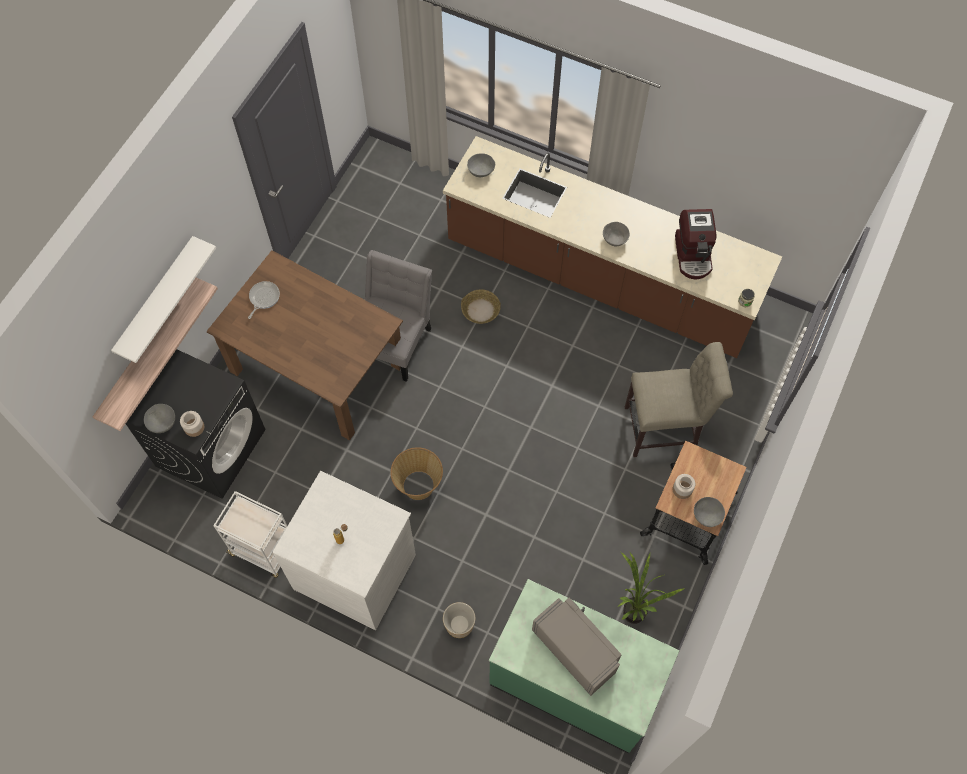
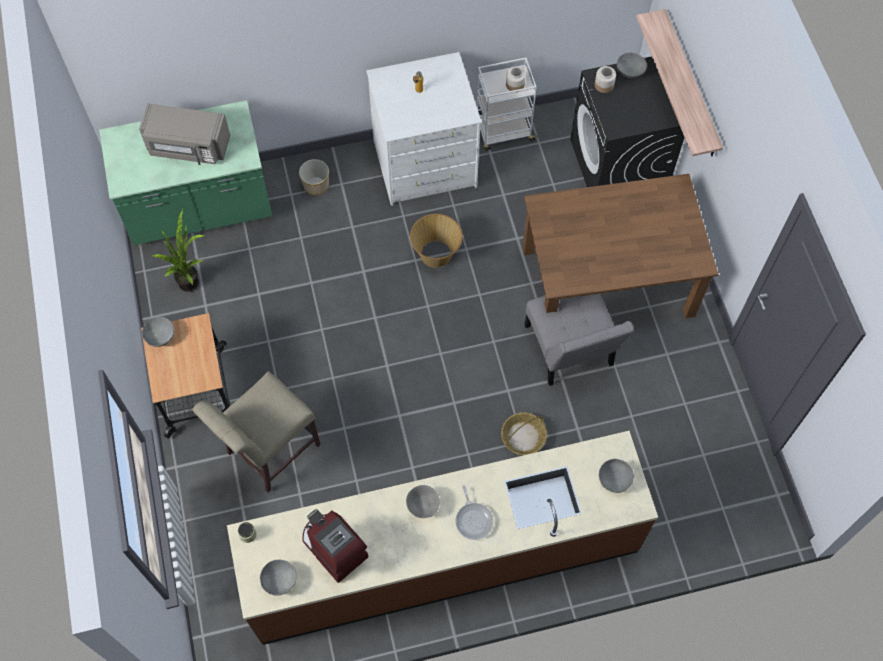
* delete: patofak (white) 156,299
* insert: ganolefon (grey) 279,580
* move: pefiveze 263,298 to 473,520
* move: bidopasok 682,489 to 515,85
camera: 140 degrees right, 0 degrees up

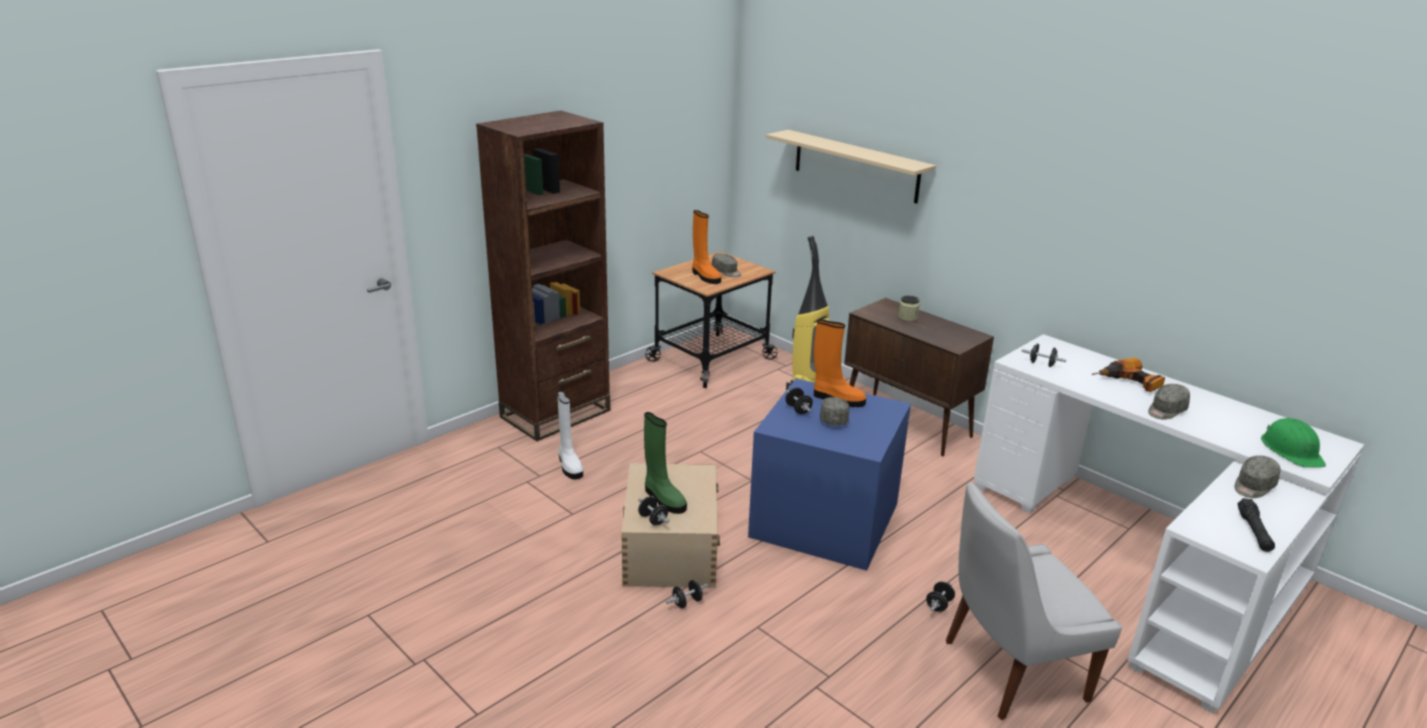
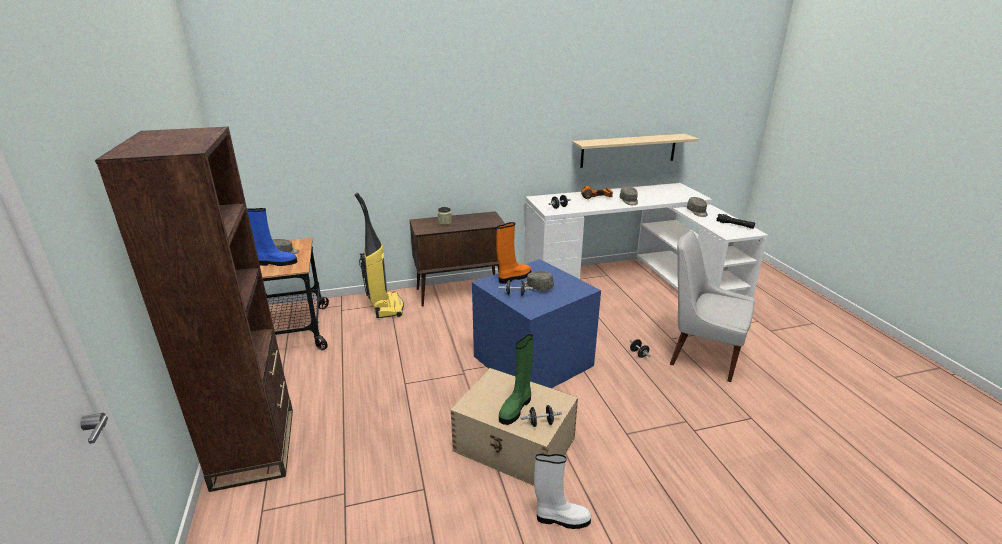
* delete: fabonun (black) 687,602
* delete: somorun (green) 1291,450
* move: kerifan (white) 569,466 to 561,519
* move: patofak (beige) 855,166 to 628,150
* recolor: kerifan (orange) 705,276 to kerifan (blue) 276,263
* rotate: kerifan (green) 663,499 = 516,408 135 degrees clockwise
* rotate: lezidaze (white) 1009,671 = 701,355 105 degrees clockwise
camera: 60 degrees left, 0 degrees up

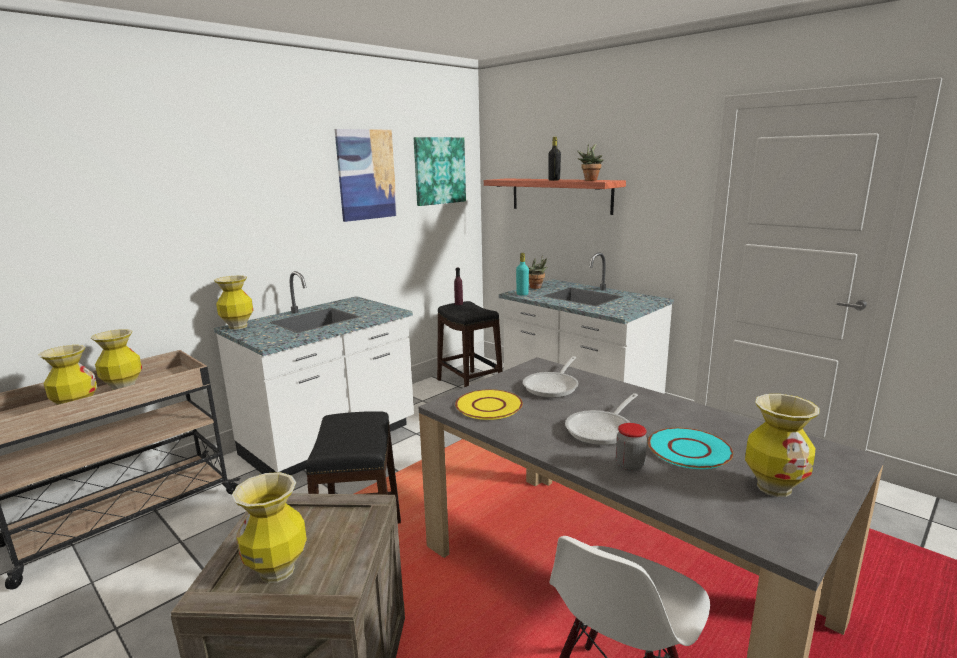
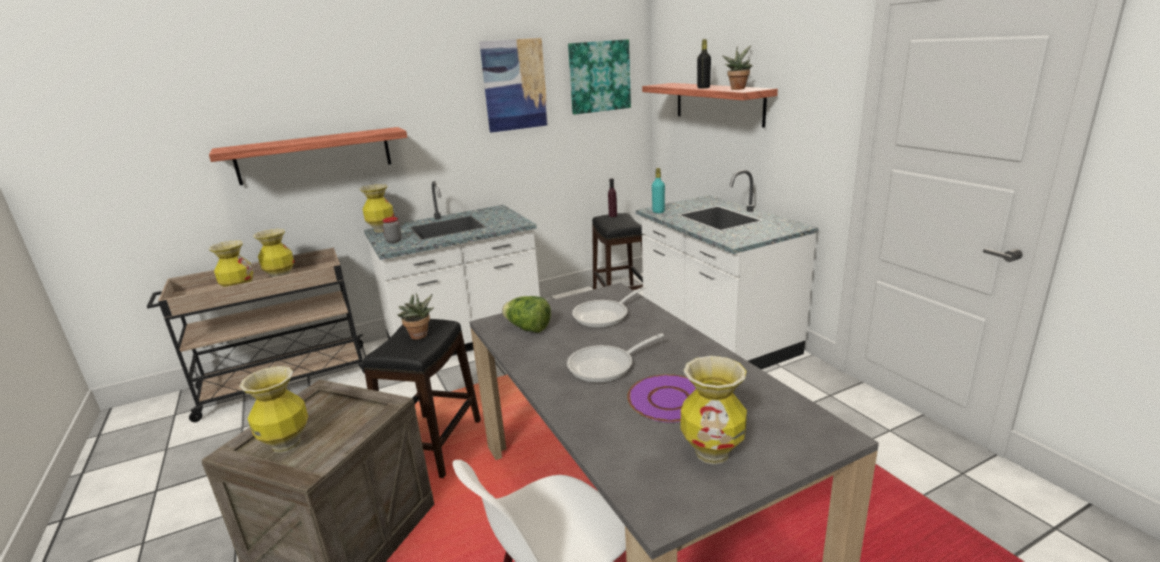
* insert: patofak 314,155
* move: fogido 537,287 to 419,336
* move: bidopasok 629,465 to 394,241
* replace: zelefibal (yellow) 489,406 to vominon 528,328
* recolor: zelefibal (turquoise) 689,450 to zelefibal (purple) 669,400
camera: 20 degrees right, 5 degrees up

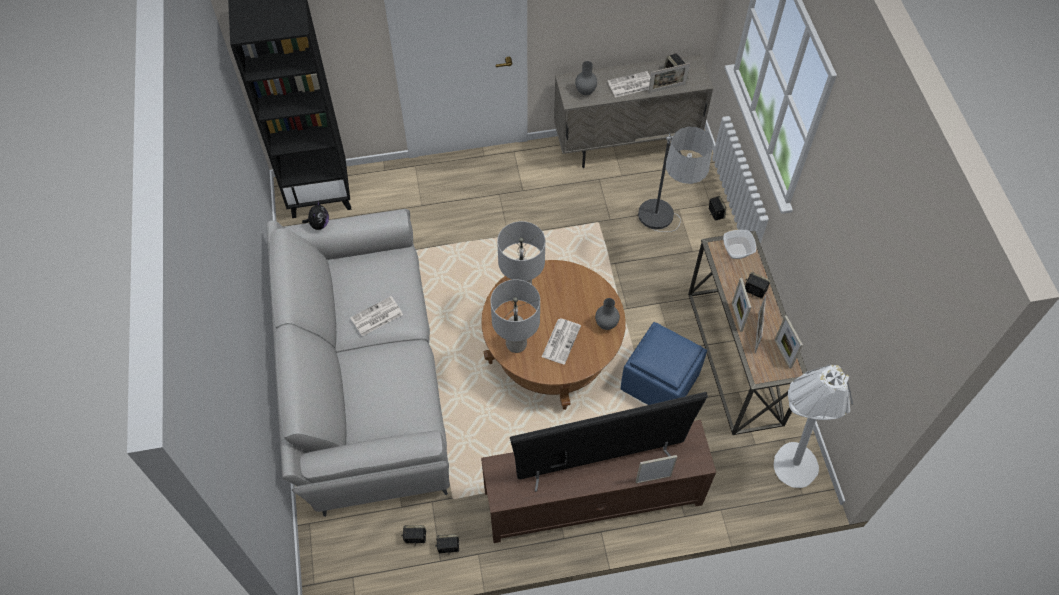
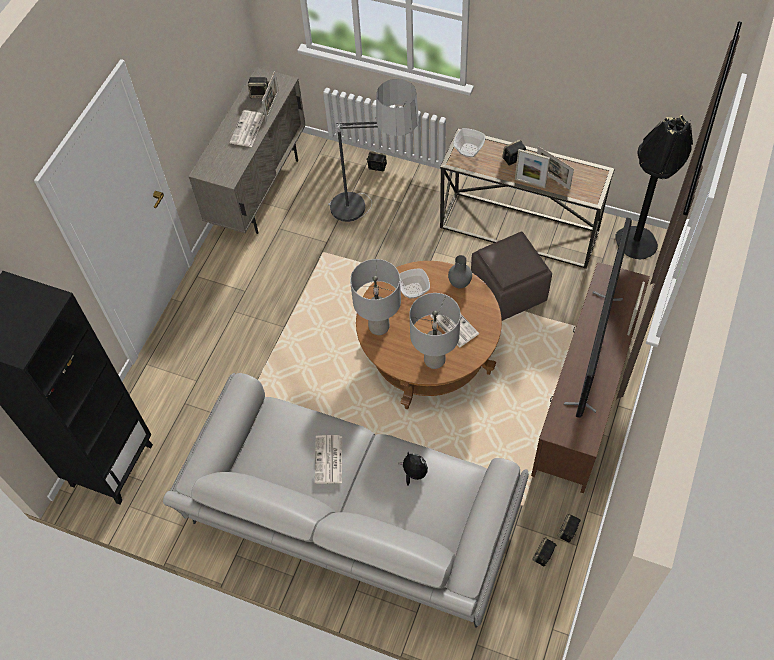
* delete: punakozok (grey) 585,92
* delete: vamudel 783,354
* insert: ganolefon 414,291
* move: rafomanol 319,224 to 414,473
* recolor: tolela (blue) 660,383 to tolela (brown) 509,291
* recolor: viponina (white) 784,467 to viponina (black) 633,250
camera: 55 degrees left, 0 degrees up

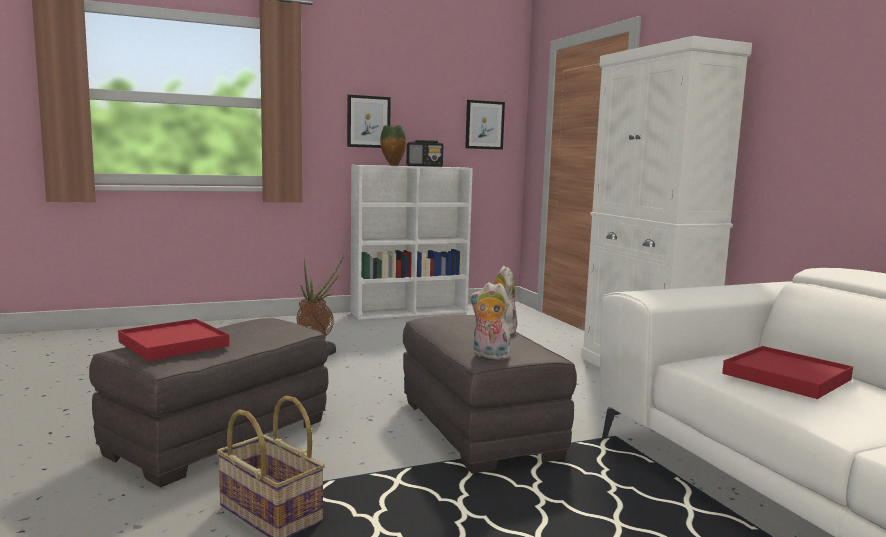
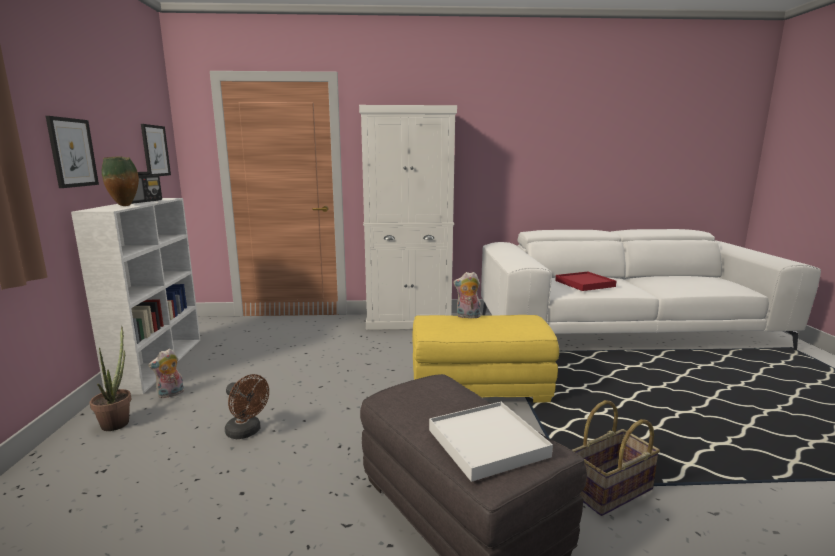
* move: rafomanol 489,356 to 170,394
* recolor: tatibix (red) 174,344 to tatibix (white) 487,443
* recolor: tolela (grey) 480,429 to tolela (yellow) 480,387
camera: 70 degrees left, 5 degrees up

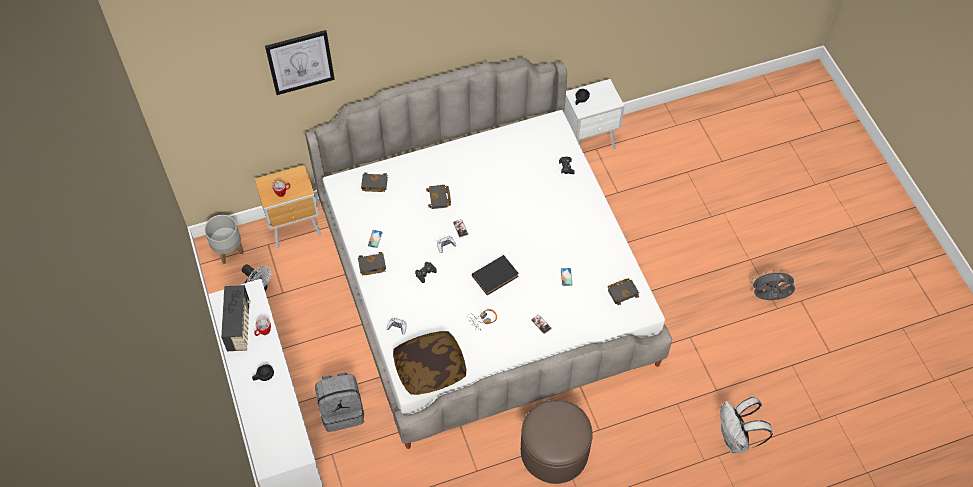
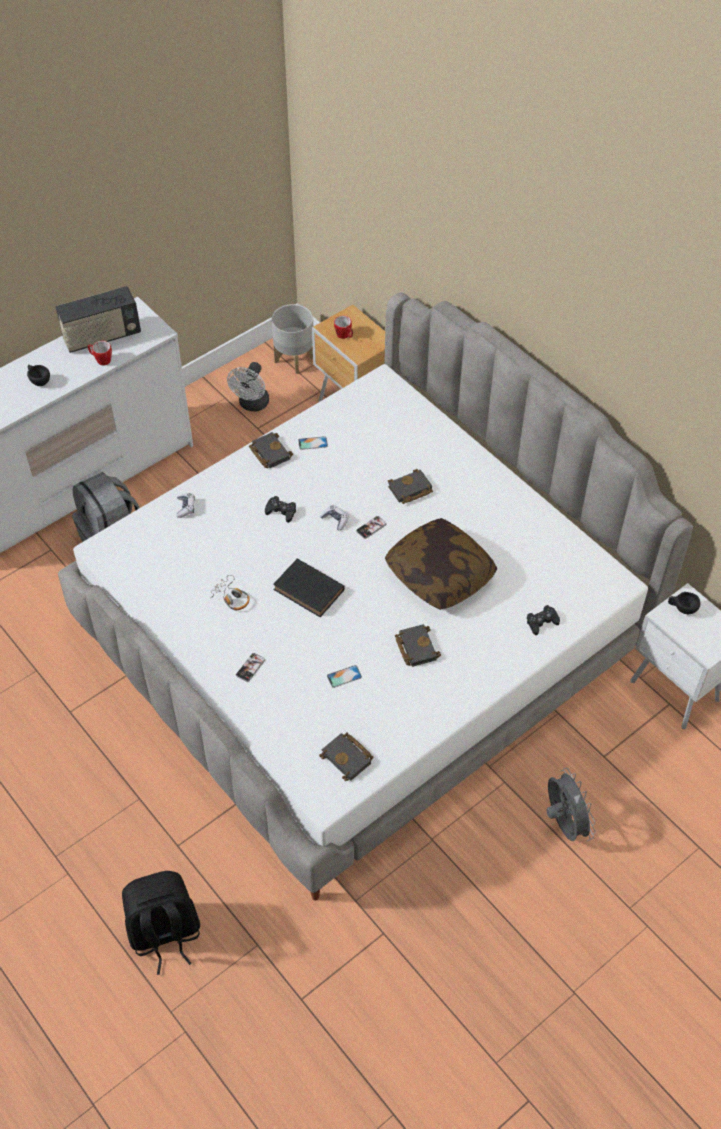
* delete: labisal 300,62
* delete: tolela (brown) 554,451
* delete: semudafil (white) 736,439
* insert: semudafil (black) 164,934
* move: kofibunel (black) 373,184 to 415,647
* move: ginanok 430,368 to 440,574
* move: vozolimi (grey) 769,297 to 563,823
camera: 70 degrees right, 5 degrees down

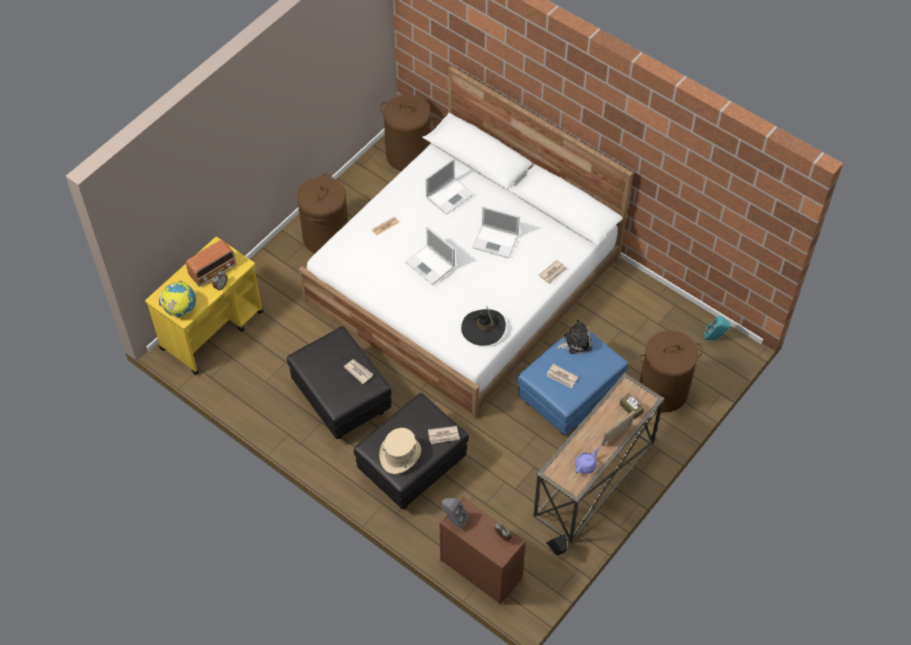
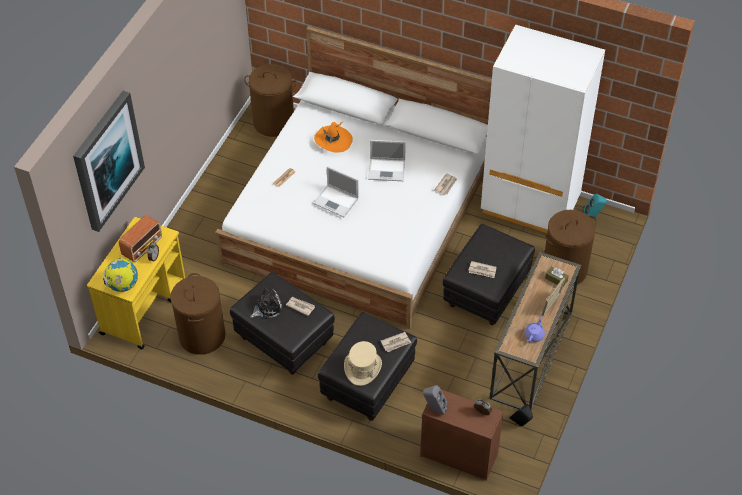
* delete: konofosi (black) 483,328
* insert: labisal 107,160
* insert: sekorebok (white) 530,205
* move: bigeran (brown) 326,237 to 201,336
* move: rafomanol 575,342 to 267,307
* replace: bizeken 450,195 to konofosi (orange) 333,140
* recolor: tolela (blue) 569,396 to tolela (black) 486,292
camera: 15 degrees left, 5 degrees down

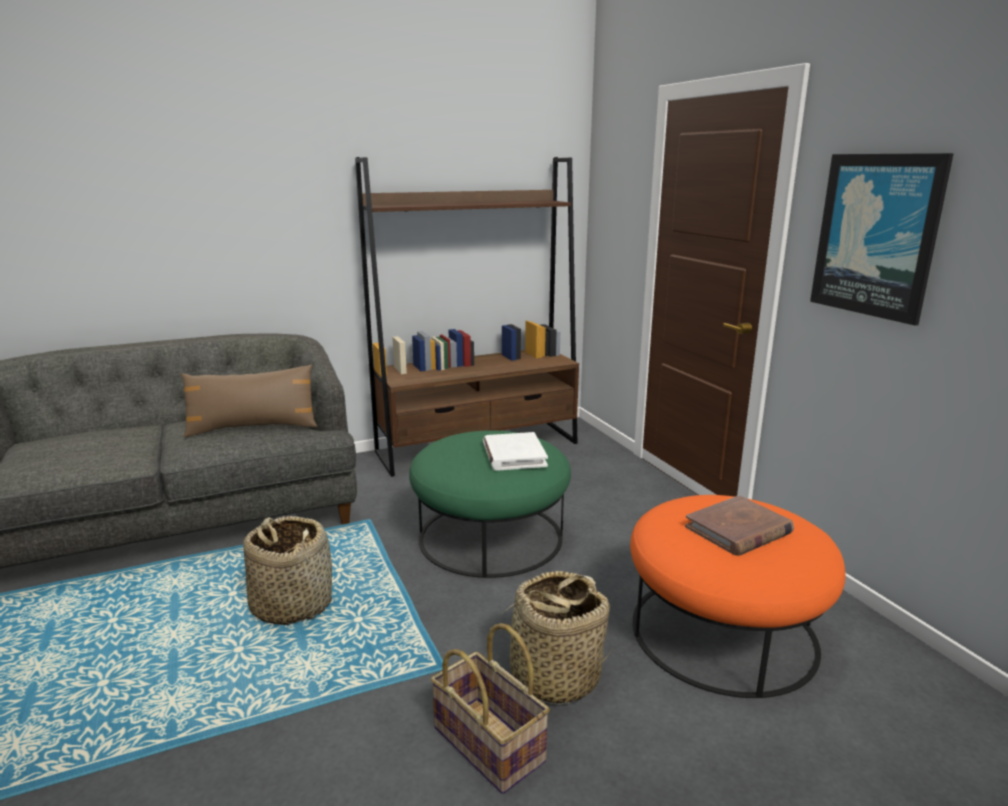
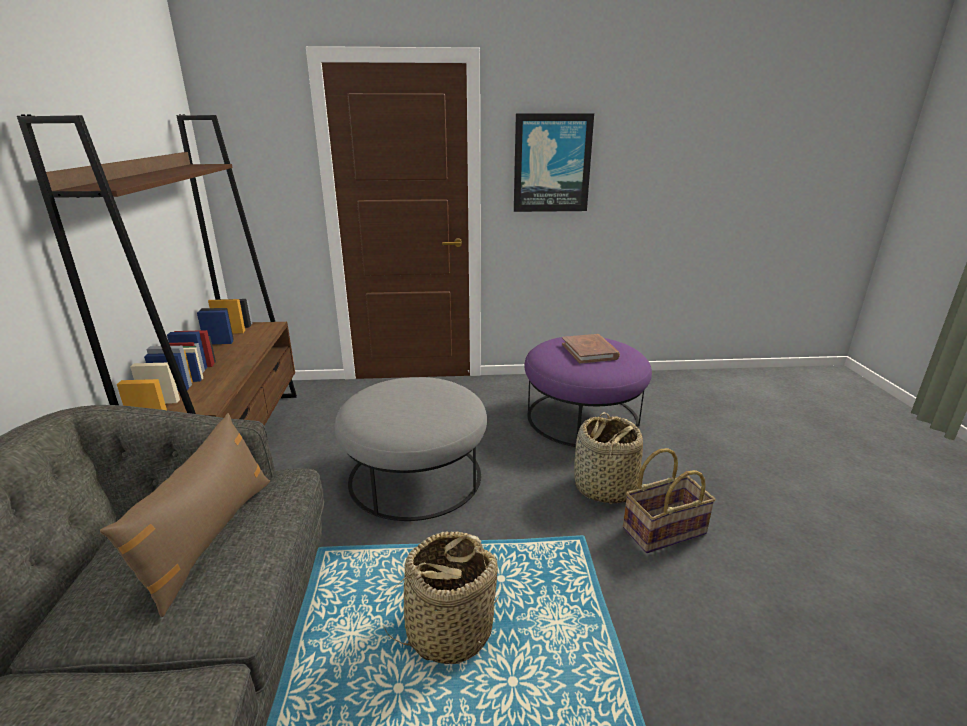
* delete: kofibunel (white) 513,455
* recolor: tolela (green) 490,537 to tolela (grey) 415,476
* recolor: tolela (orange) 723,632 to tolela (purple) 582,417
camera: 70 degrees left, 5 degrees up

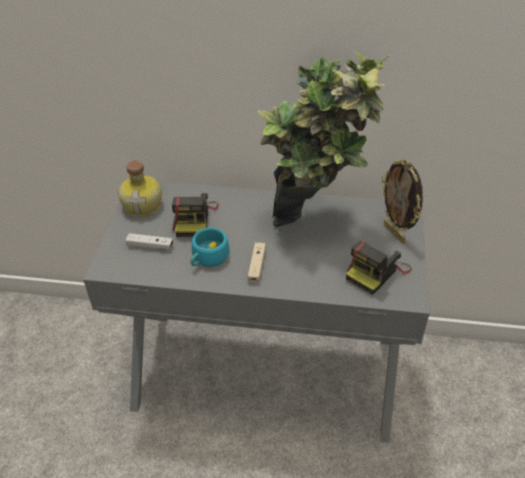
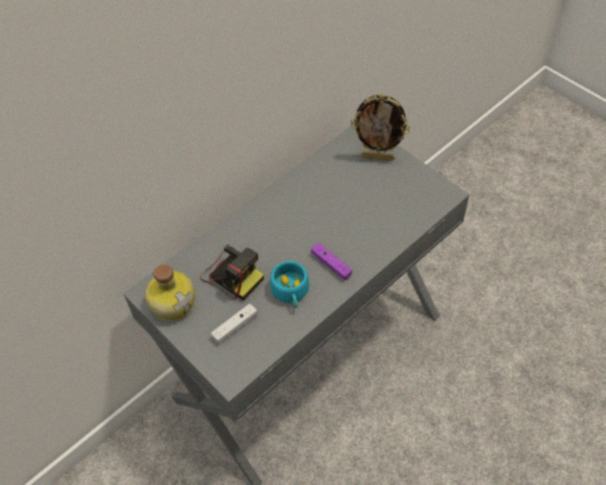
* delete: fogido 315,222
* delete: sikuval 376,271
* recolor: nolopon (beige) 257,266 to nolopon (purple) 331,264
camera: 50 degrees left, 10 degrees up

